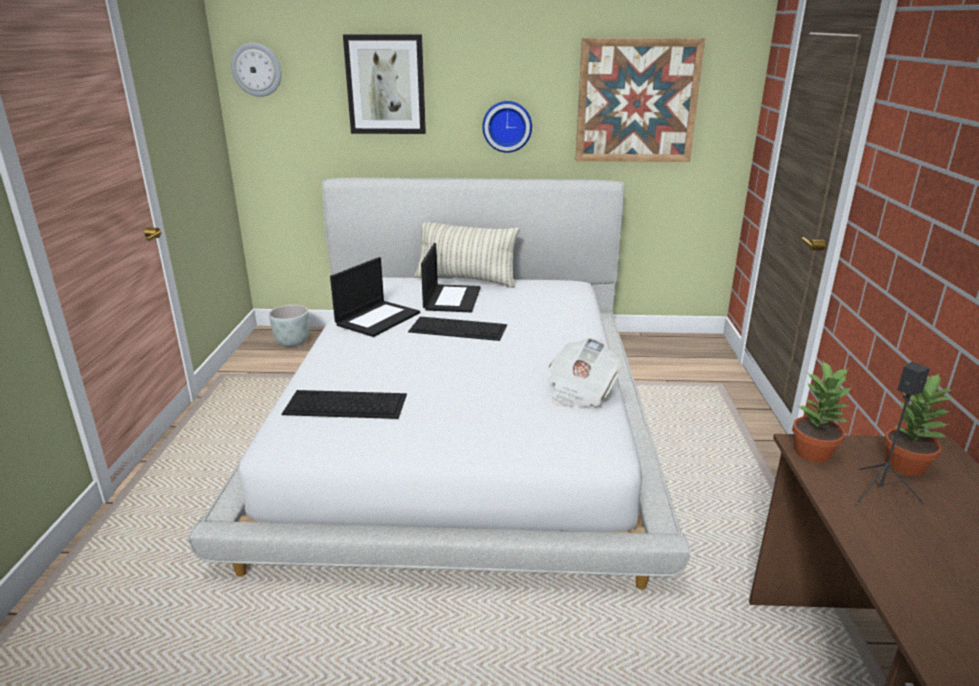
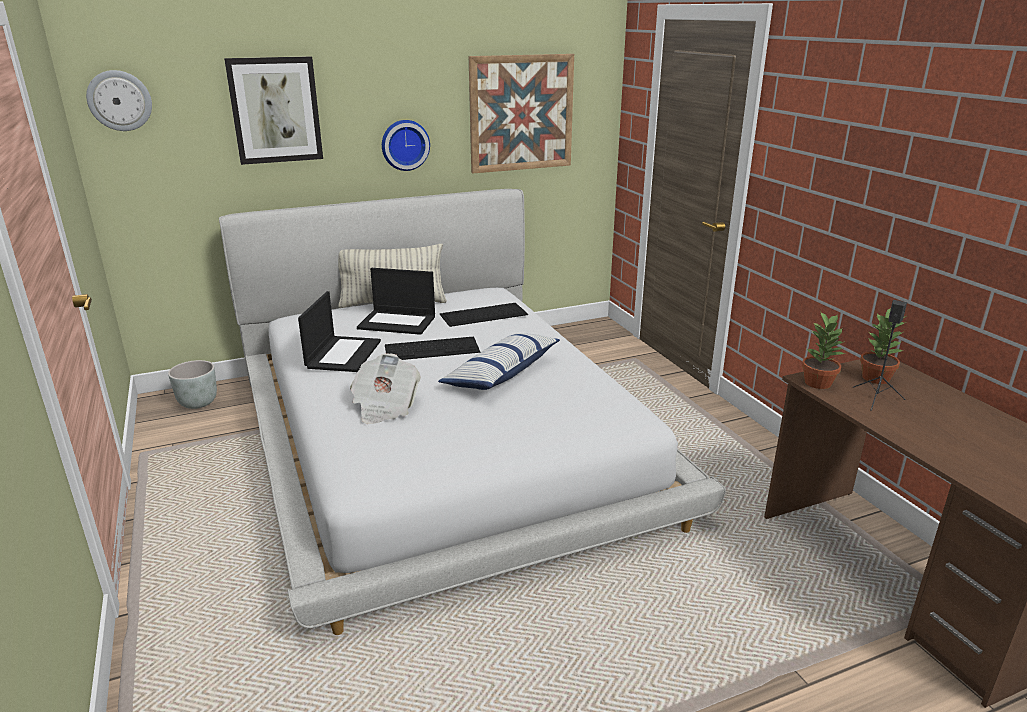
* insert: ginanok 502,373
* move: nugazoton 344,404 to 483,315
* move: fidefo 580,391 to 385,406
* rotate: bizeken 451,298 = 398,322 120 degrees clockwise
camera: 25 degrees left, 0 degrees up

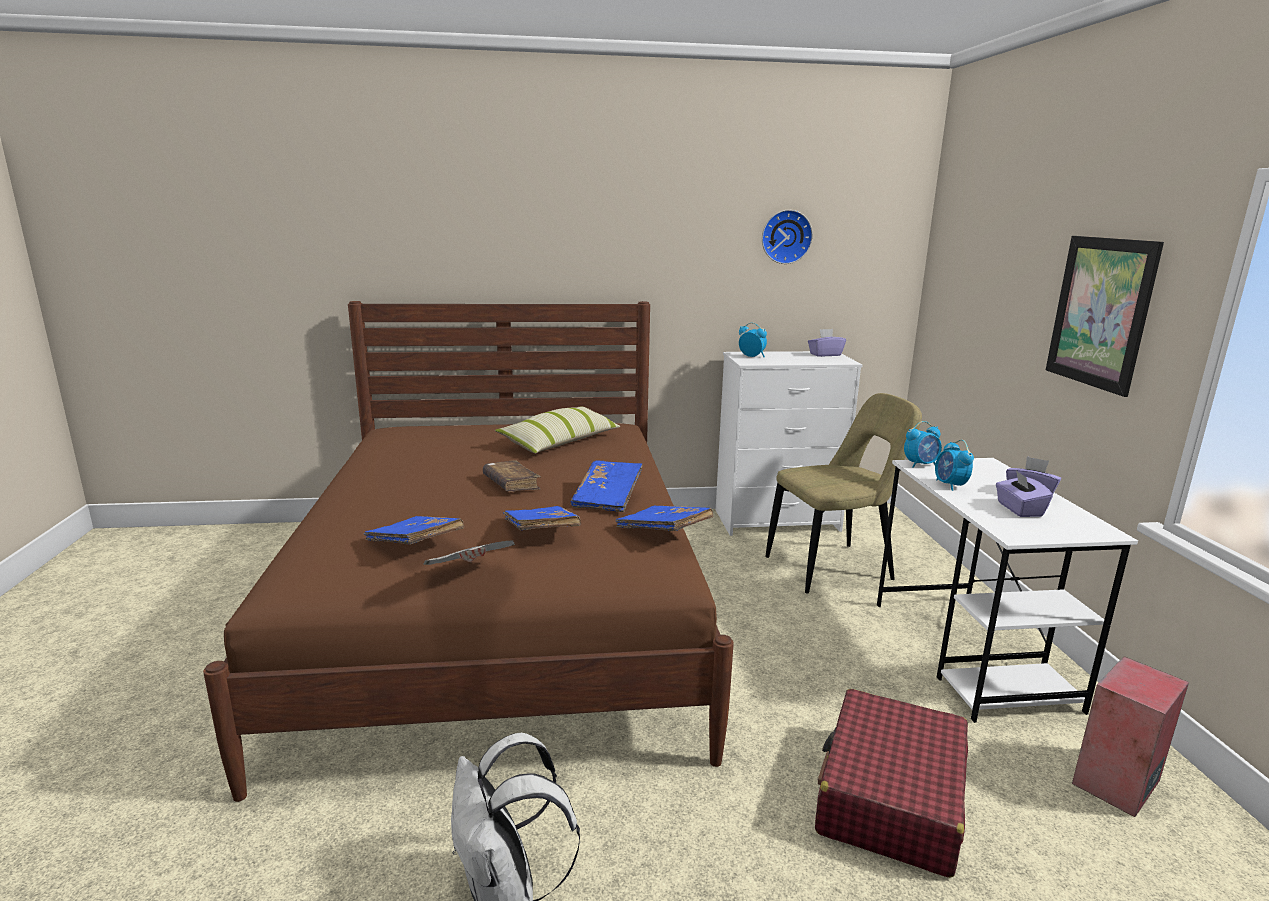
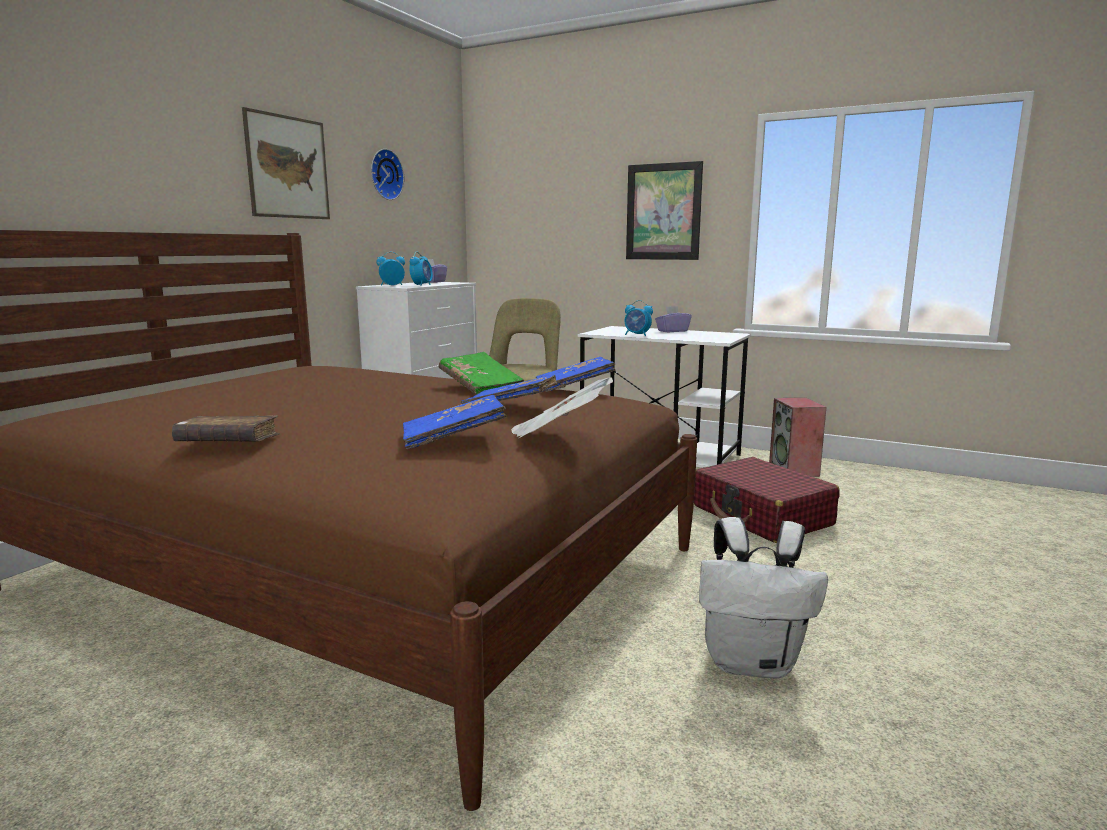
* delete: ginanok 559,442
* delete: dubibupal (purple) 1019,509
* insert: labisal 288,167
* move: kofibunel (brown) 511,484 to 228,442
* move: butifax 920,465 to 422,285
* recolor: kofibunel (blue) 608,498 to kofibunel (green) 481,387
camera: 55 degrees left, 5 degrees down

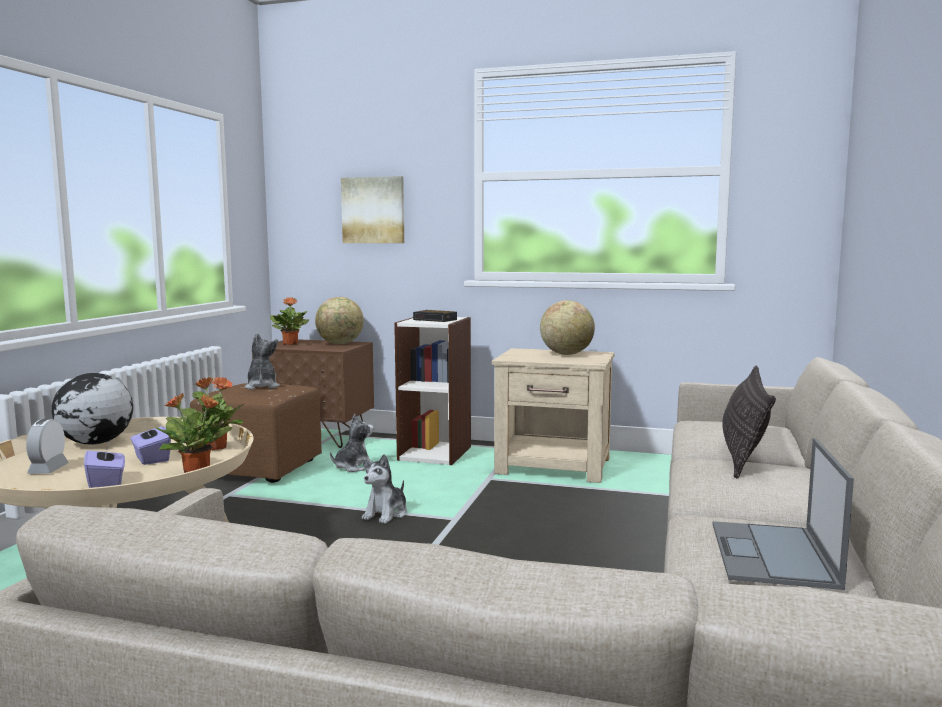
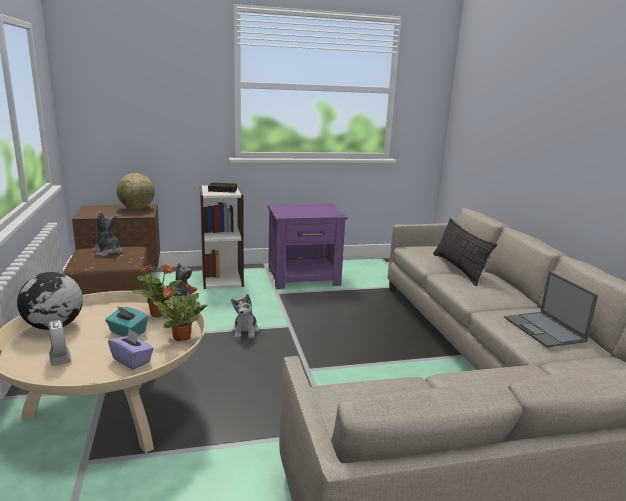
* delete: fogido 290,344
* delete: labisal 373,210
* delete: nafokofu 566,354
* recolor: dubibupal (purple) 151,459 to dubibupal (turquoise) 127,332
* recolor: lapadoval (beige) 555,466 to lapadoval (purple) 304,277
camera: 30 degrees left, 10 degrees up

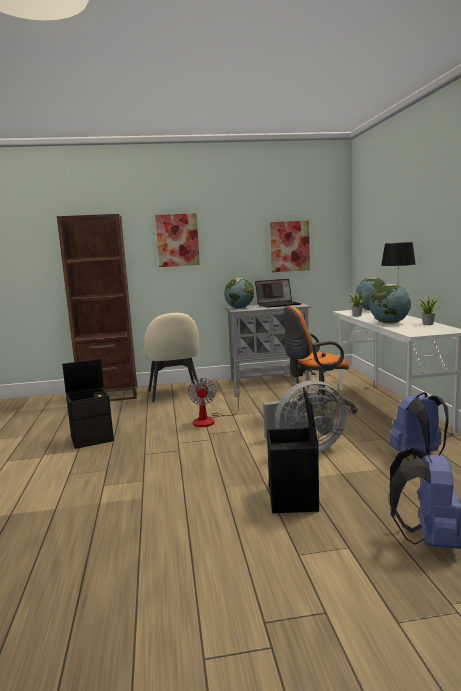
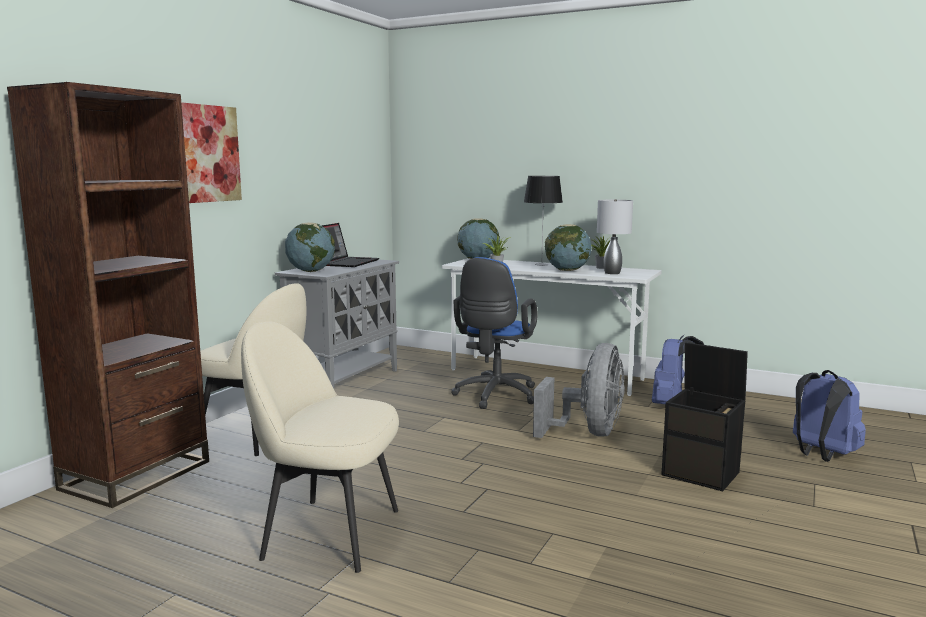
* delete: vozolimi 210,420
* delete: labisal 289,246
* insert: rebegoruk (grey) 611,273
* replace: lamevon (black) 93,438 to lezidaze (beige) 328,533
* recolor: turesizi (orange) 317,410 to turesizi (blue) 494,396
camera: 55 degrees left, 0 degrees up

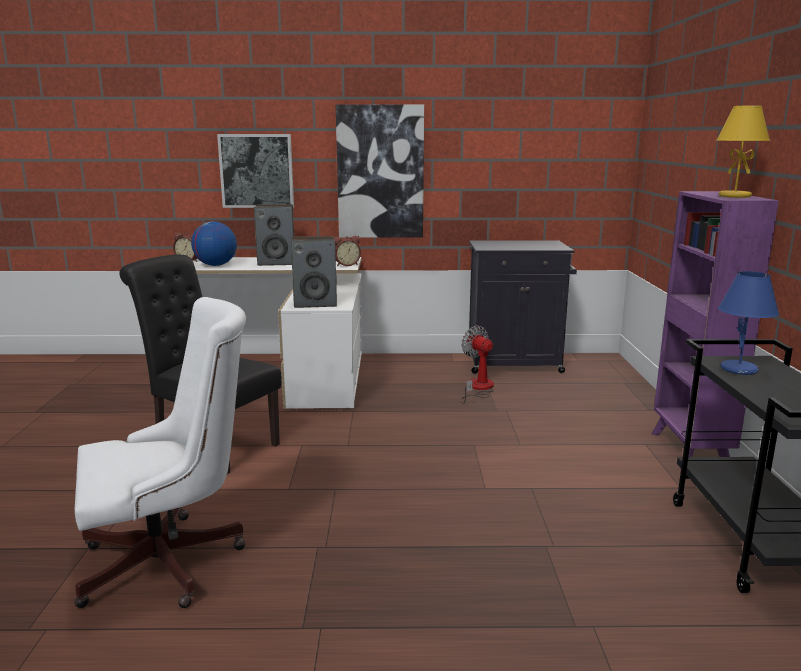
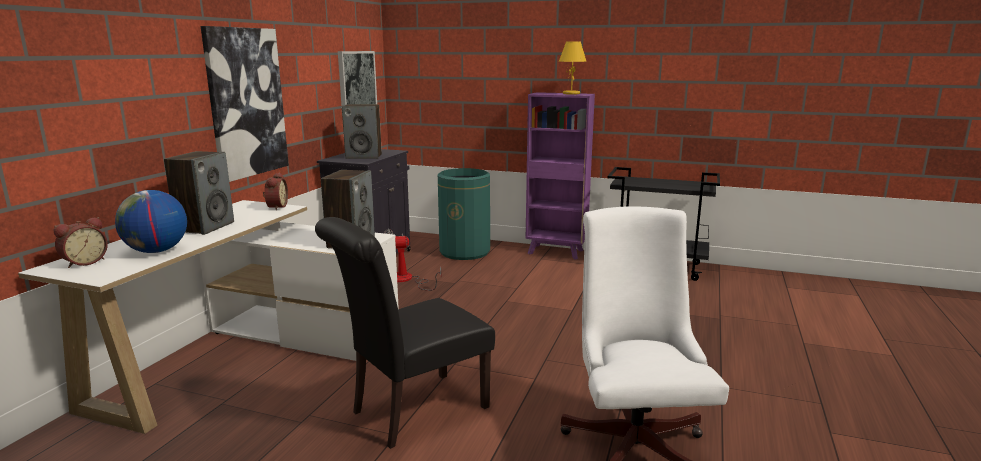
* delete: rebegoruk (blue) 739,370
* insert: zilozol 364,156
* insert: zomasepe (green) 465,252
* move: labisal 256,171 to 356,82
camera: 70 degrees left, 0 degrees up

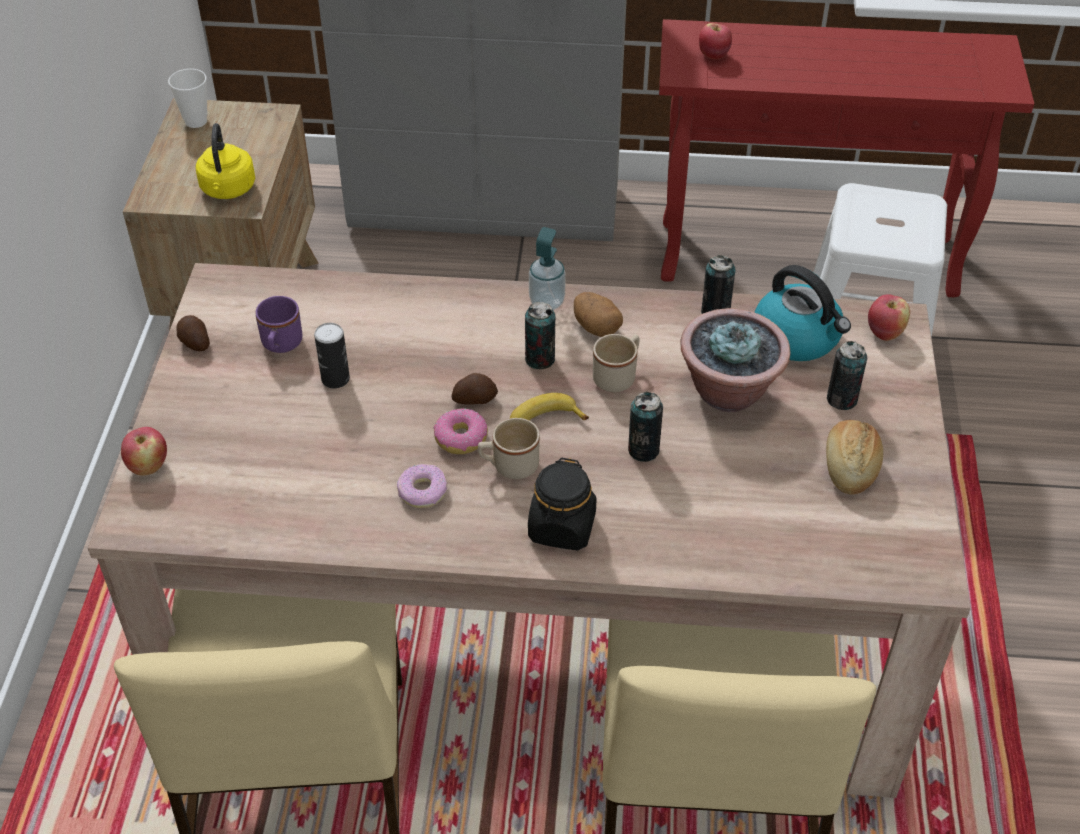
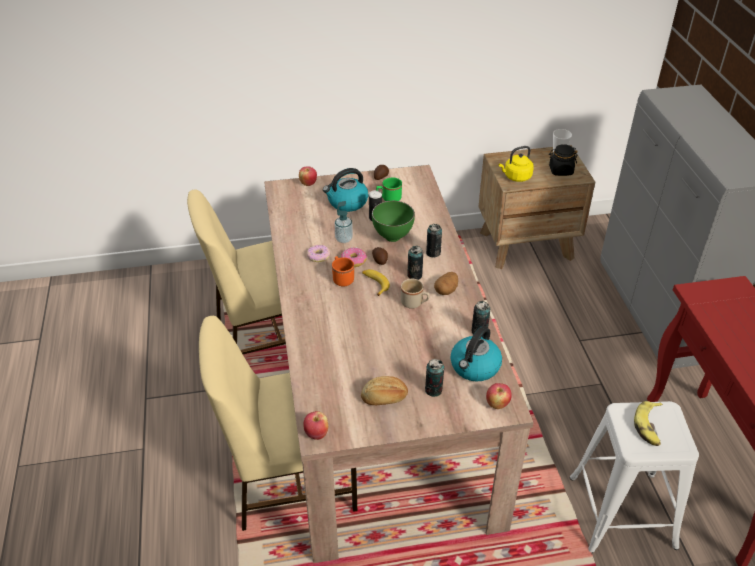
* delete: fogido 729,391
* insert: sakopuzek 347,202
* insert: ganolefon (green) 393,237
* insert: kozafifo 649,426
* move: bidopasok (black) 562,527 to 560,170
* move: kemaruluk 547,302 to 343,239
* move: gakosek 643,450 to 433,253
* move: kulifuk 714,55 to 316,434
* recolor: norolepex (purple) 280,346 to norolepex (green) 388,199
* recolor: norolepex (beige) 509,466 to norolepex (orange) 342,278
camera: 75 degrees right, 5 degrees down

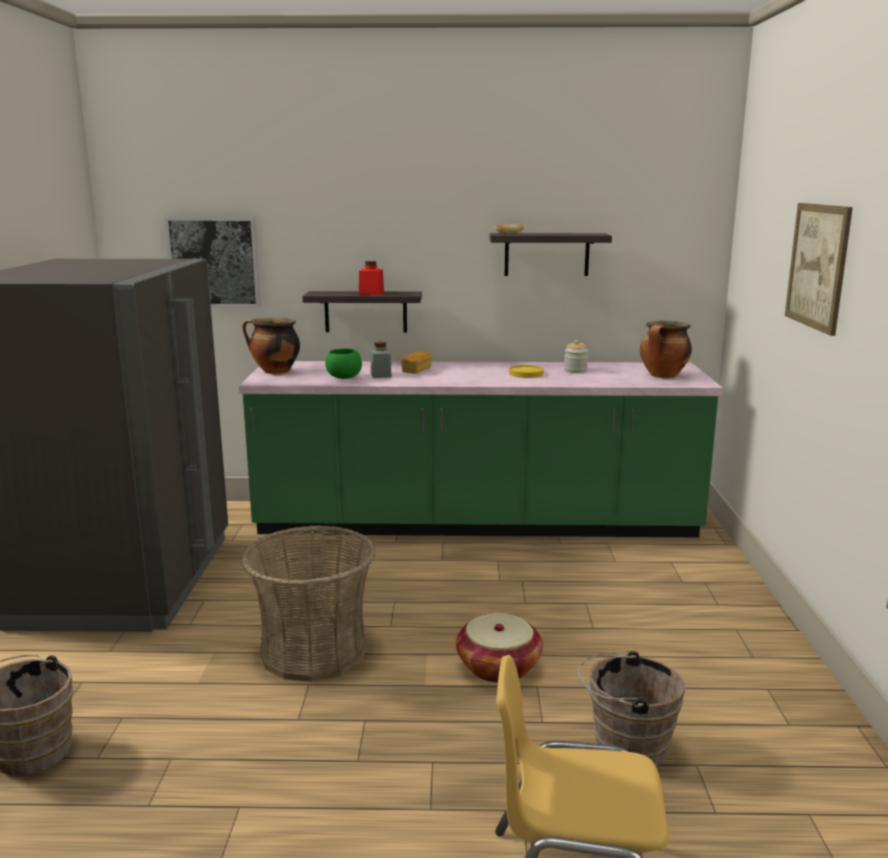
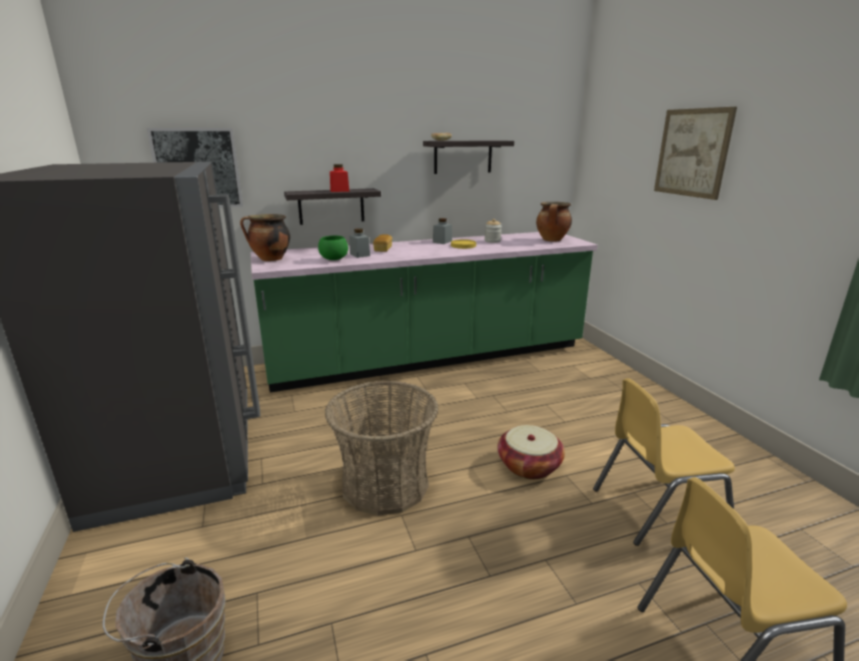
* insert: bidopasok (grey) 442,242
* replace: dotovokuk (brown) 624,746 to lezidaze (yellow) 658,508
camera: 20 degrees left, 5 degrees up

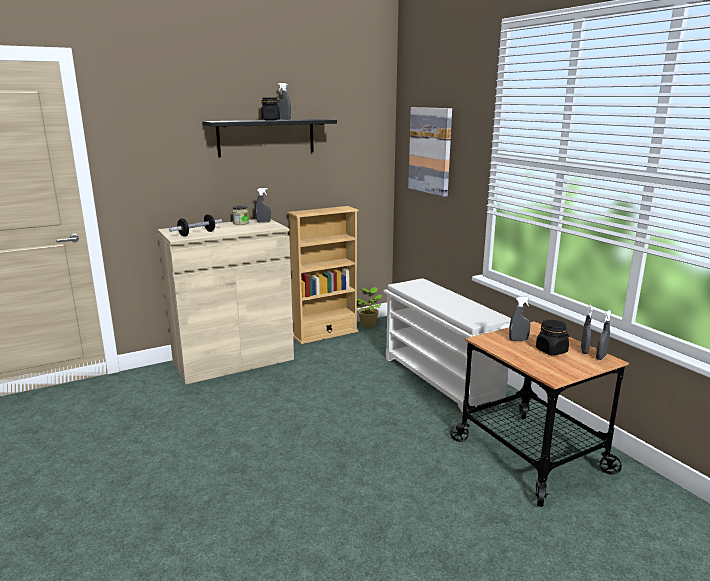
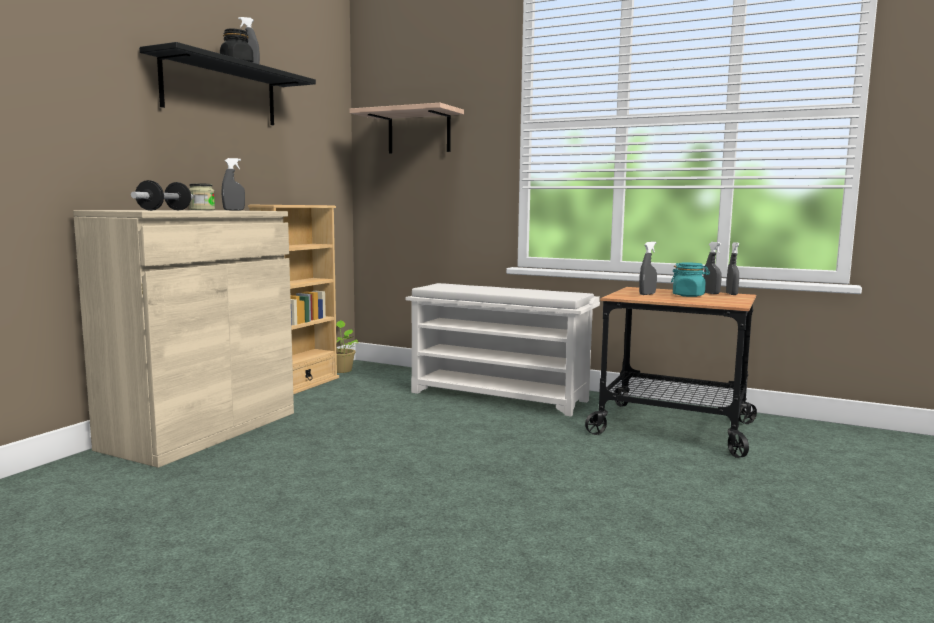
* replace: labisal 430,150 to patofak 419,132
* recolor: bidopasok (black) 551,350 to bidopasok (turquoise) 688,295
camera: 35 degrees left, 10 degrees down

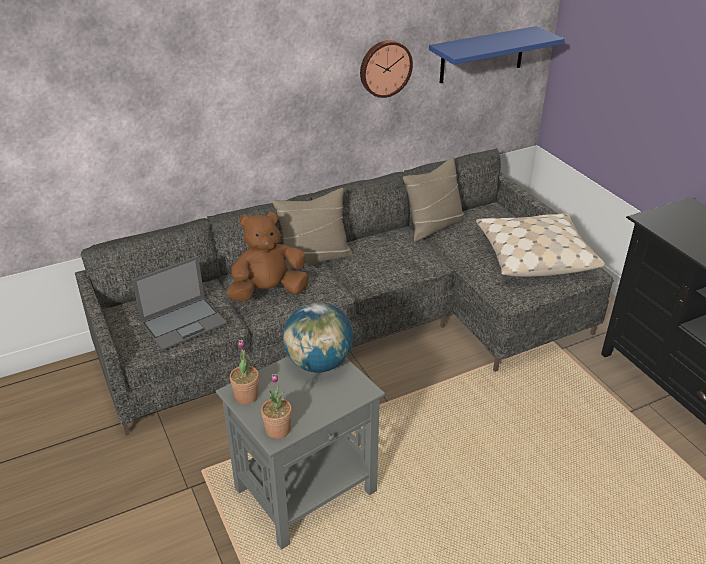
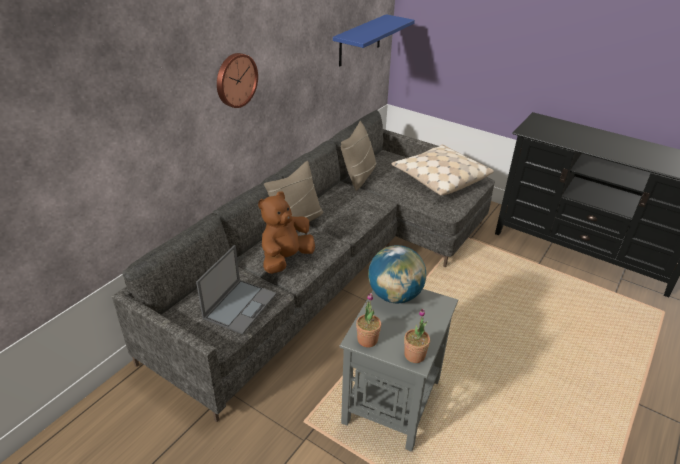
* move: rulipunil 384,68 to 235,80
camera: 30 degrees left, 0 degrees up

